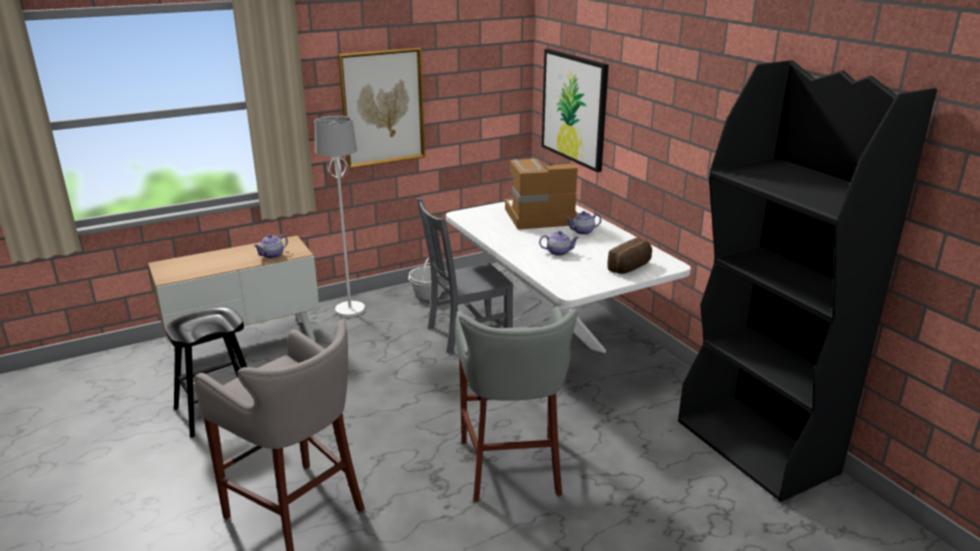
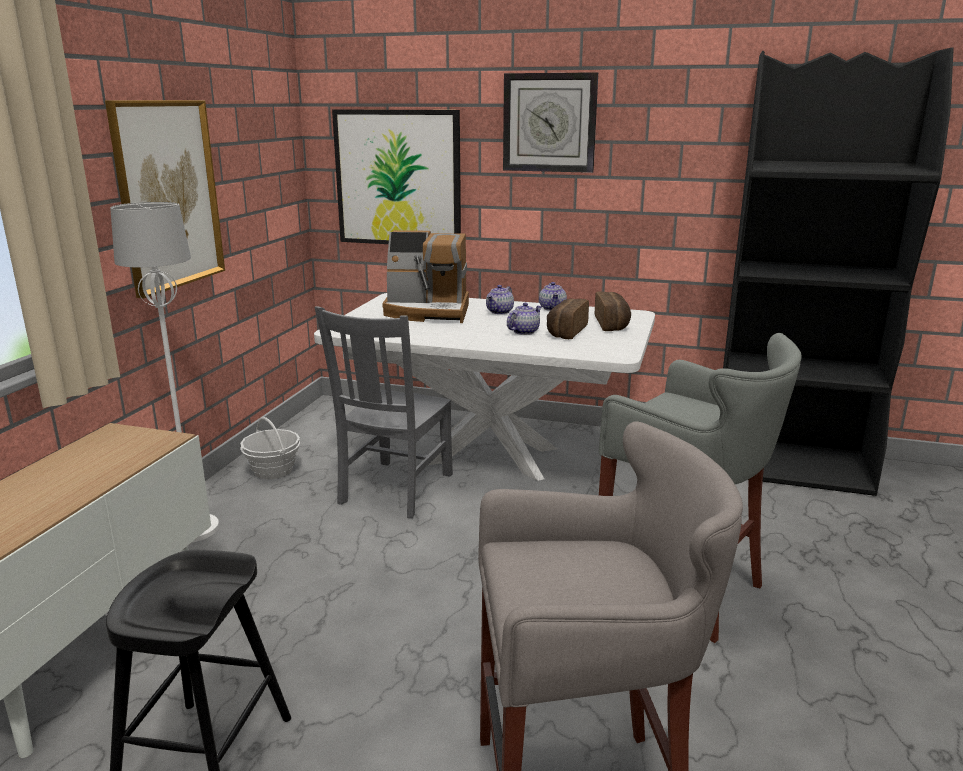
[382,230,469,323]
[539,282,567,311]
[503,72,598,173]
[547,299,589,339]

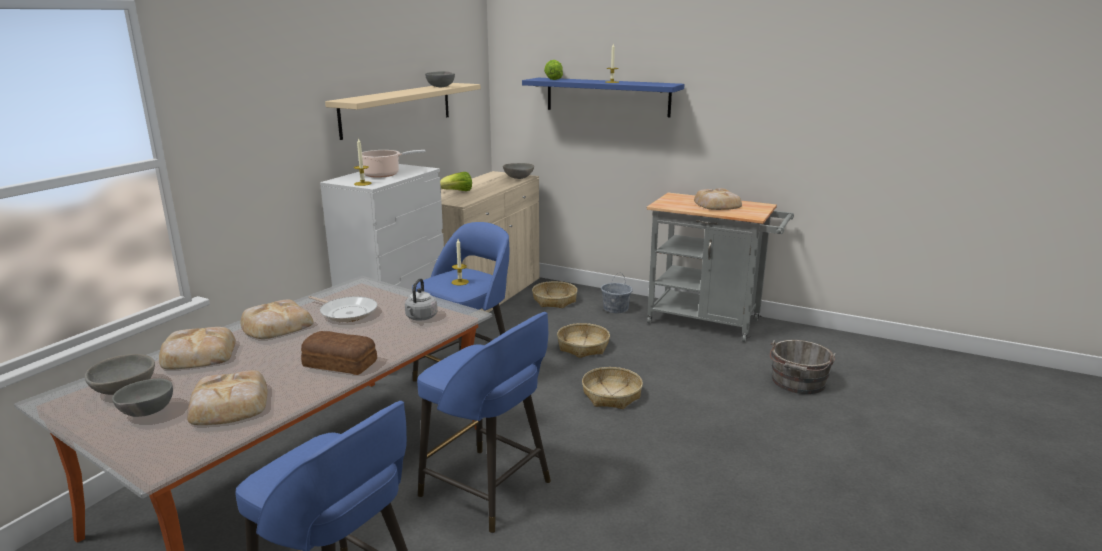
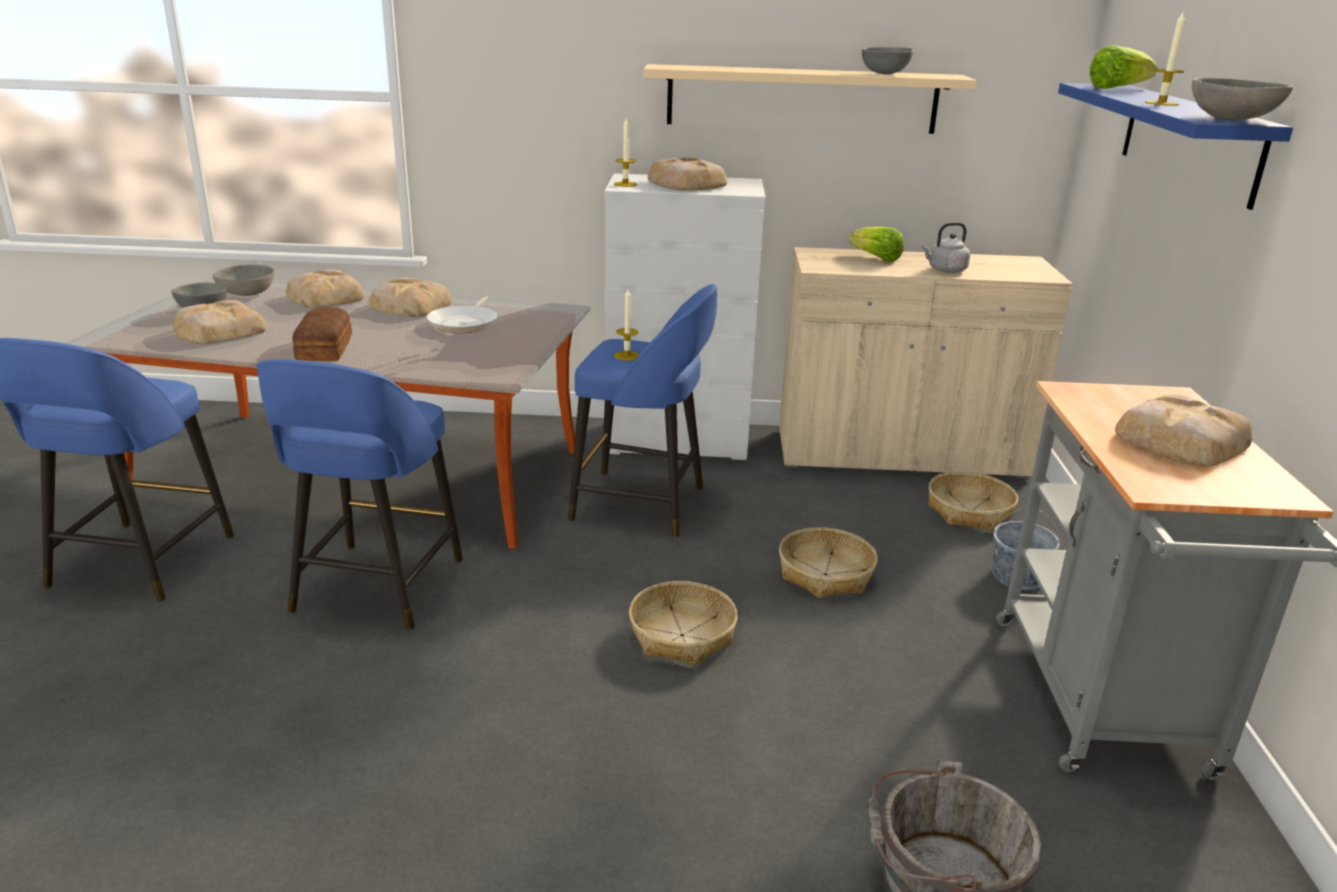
[648,157,727,191]
[1192,78,1293,121]
[921,222,970,273]

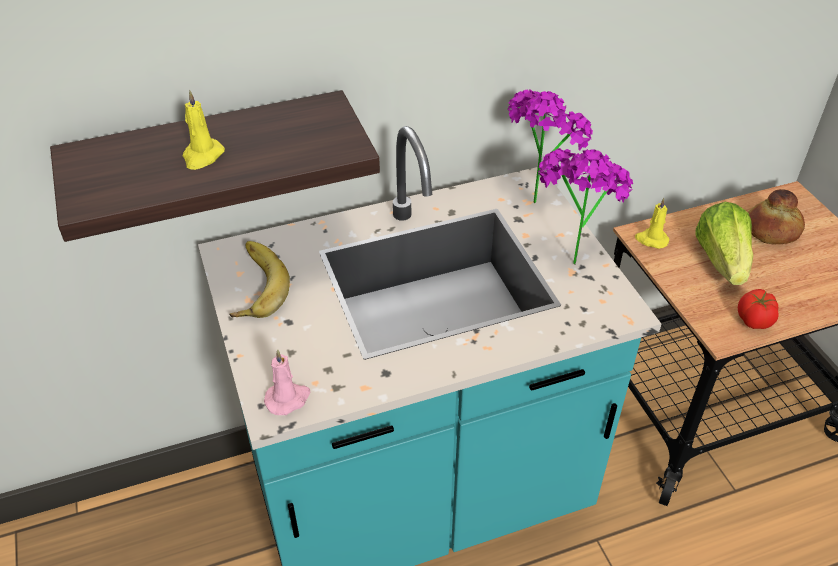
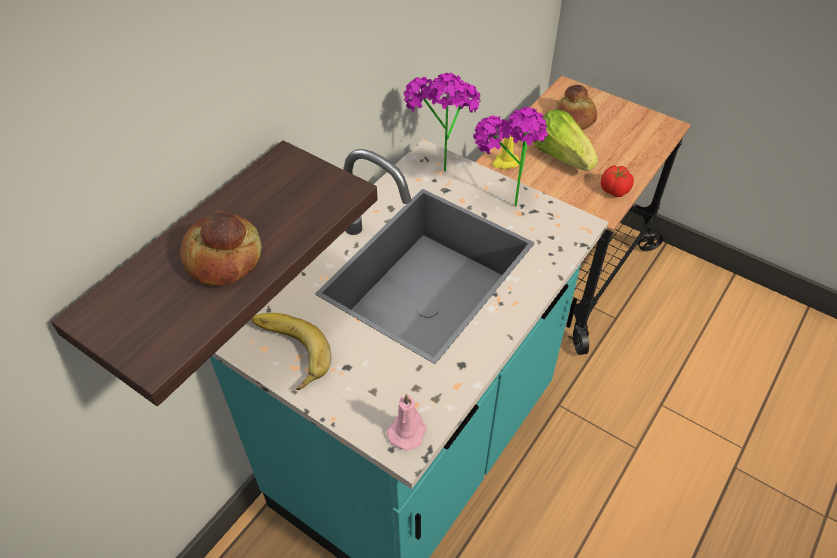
[180,210,261,286]

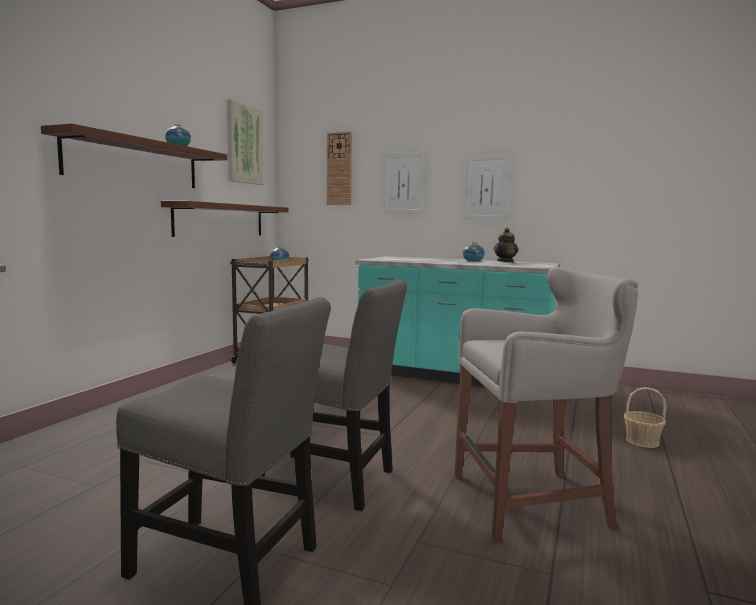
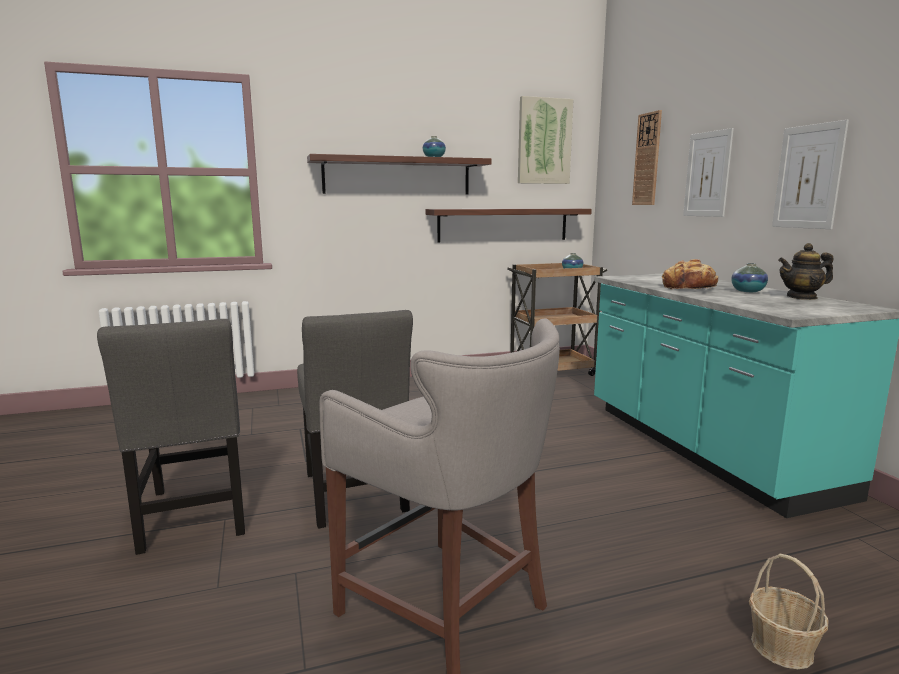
[662,259,718,290]

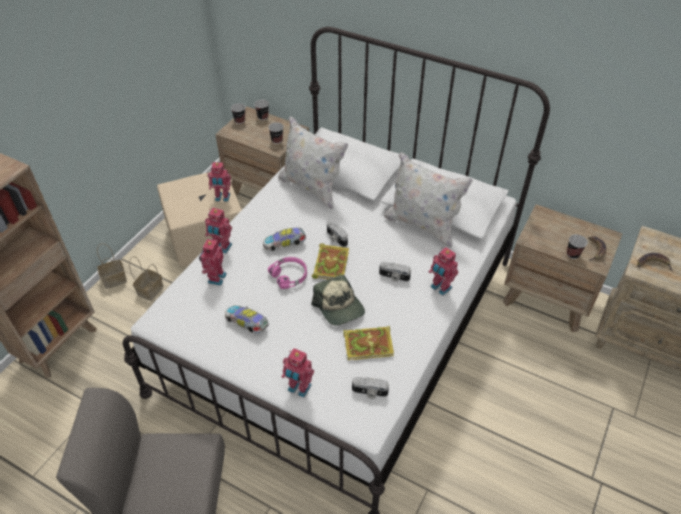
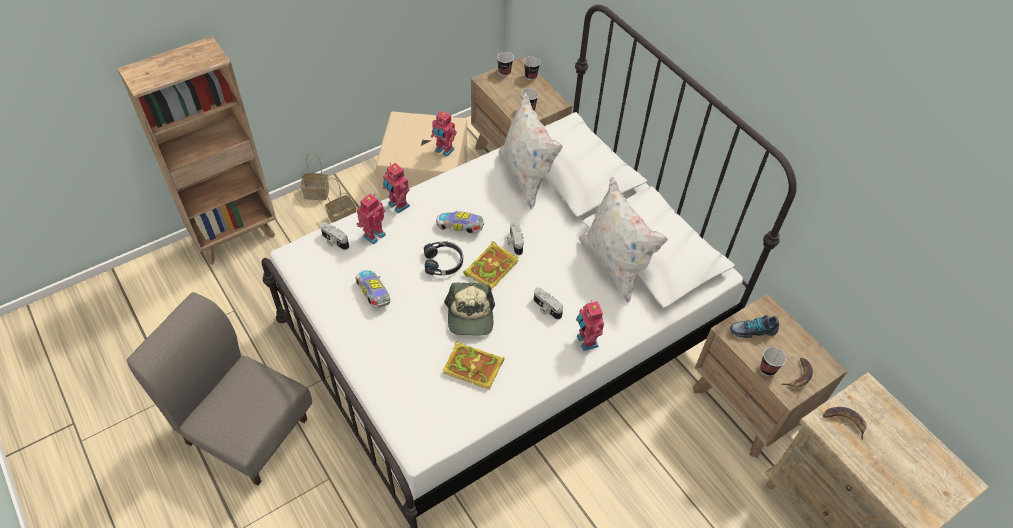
[424,242,463,275]
[282,348,314,398] (first image)
[320,222,349,250]
[730,315,779,338]

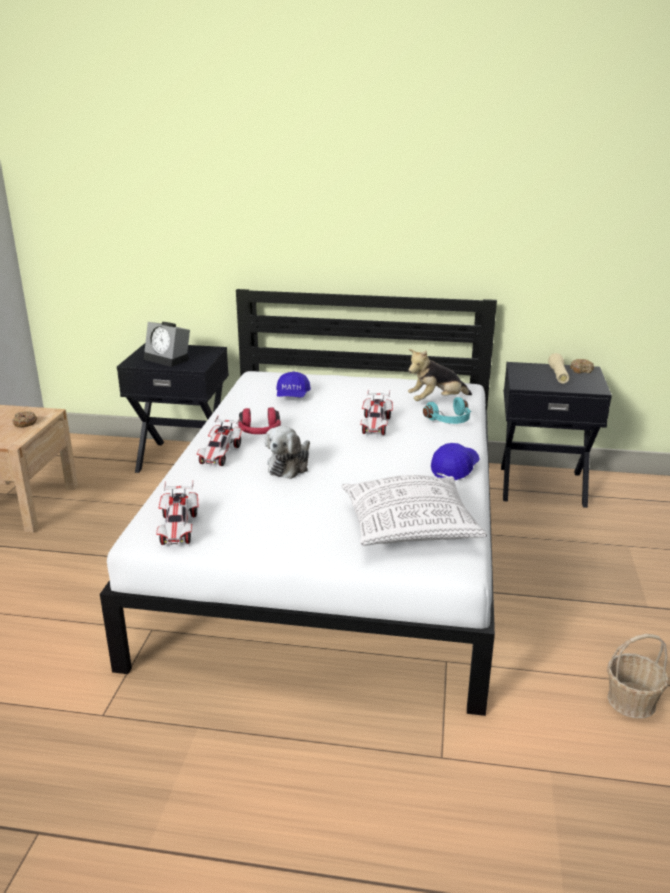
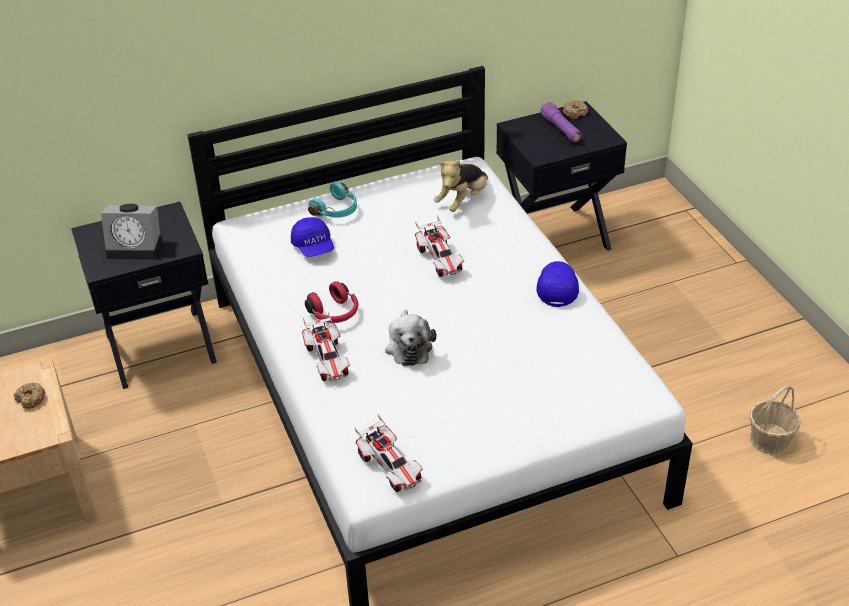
[540,102,582,142]
[308,182,357,218]
[341,475,487,546] (first image)

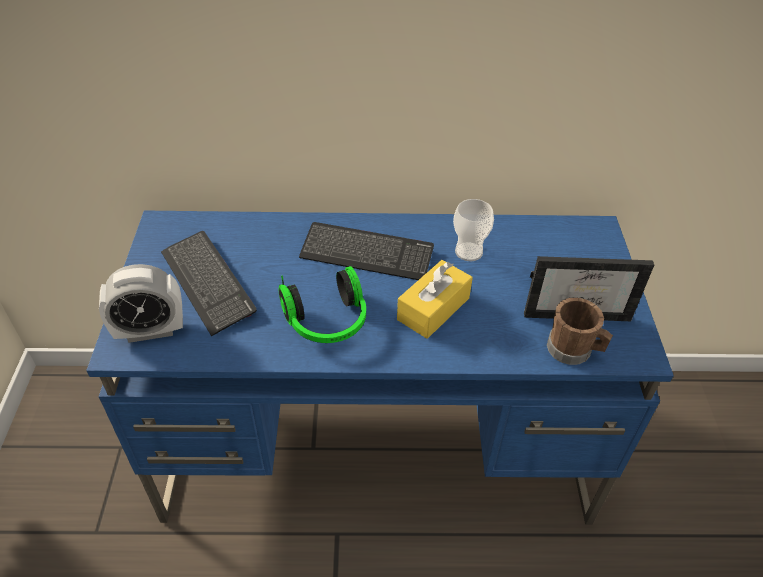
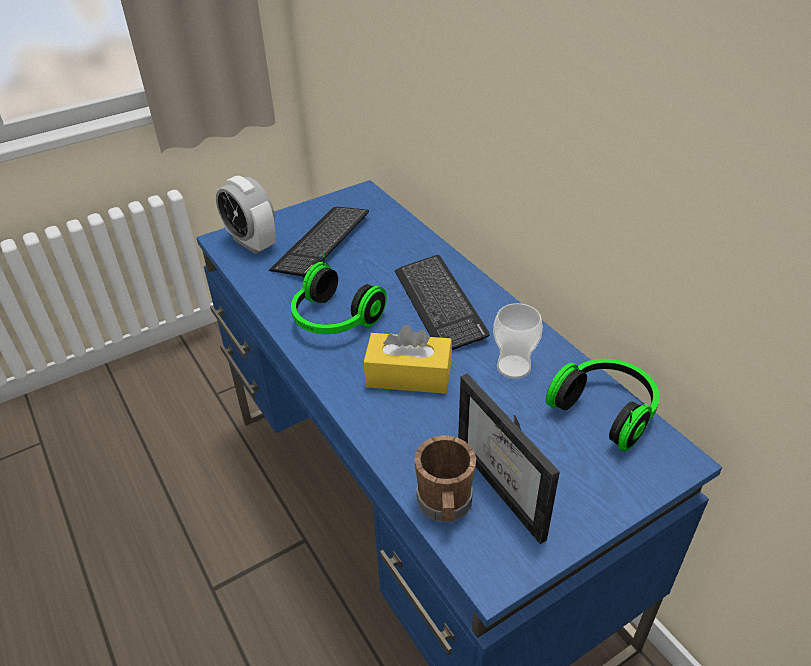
[546,359,660,452]

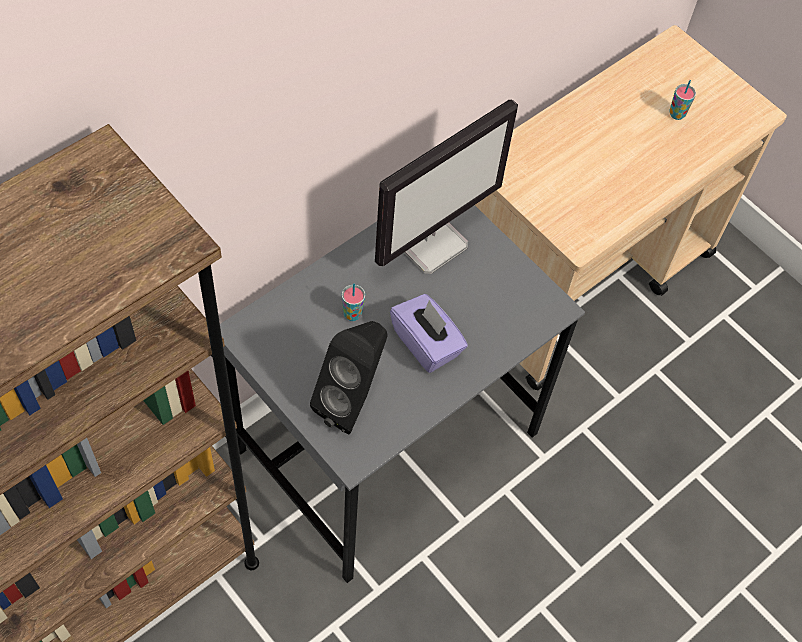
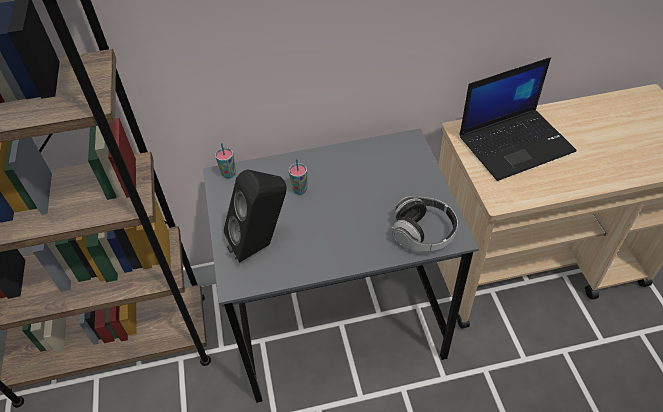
[215,143,236,179]
[375,100,518,274] (first image)
[390,294,468,373] (first image)
[459,57,576,181]
[392,196,458,251]

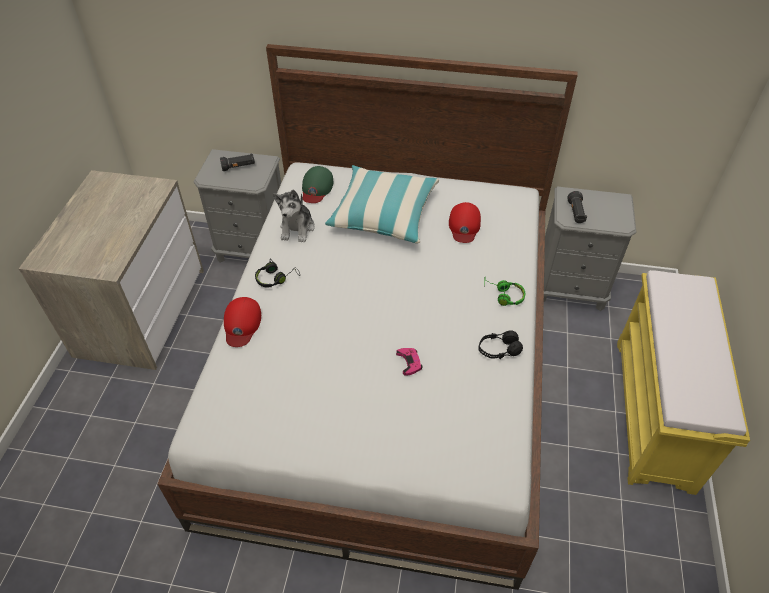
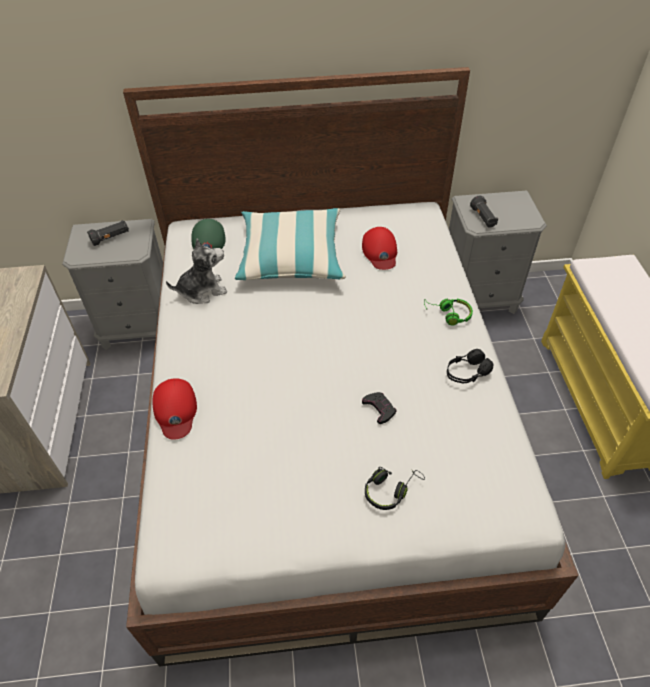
[166,238,227,304]
[365,467,425,510]
[362,392,396,424]

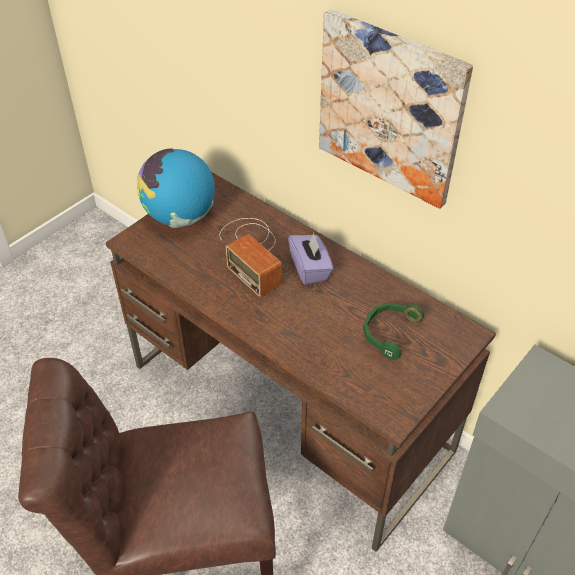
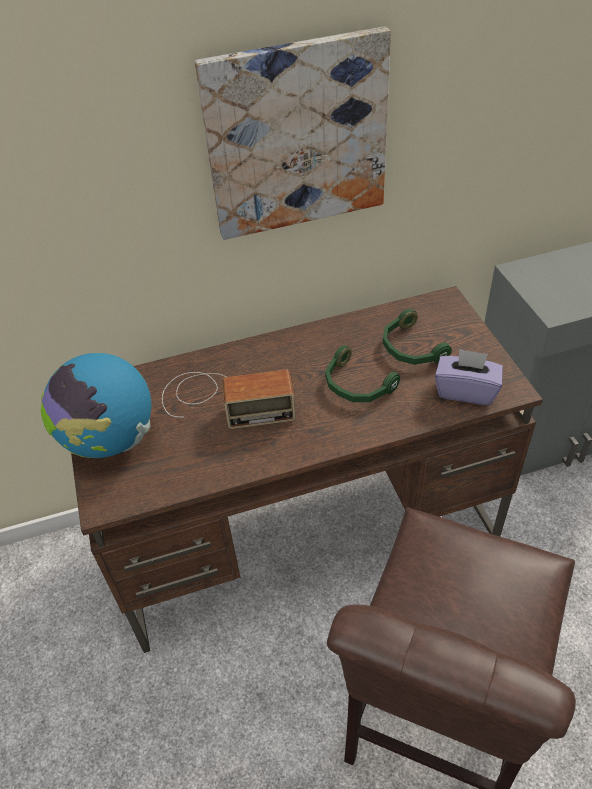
[435,348,503,405]
[325,345,400,402]

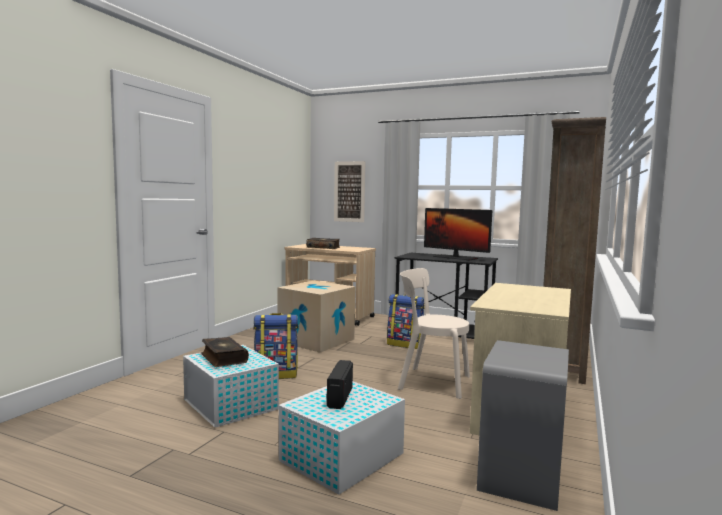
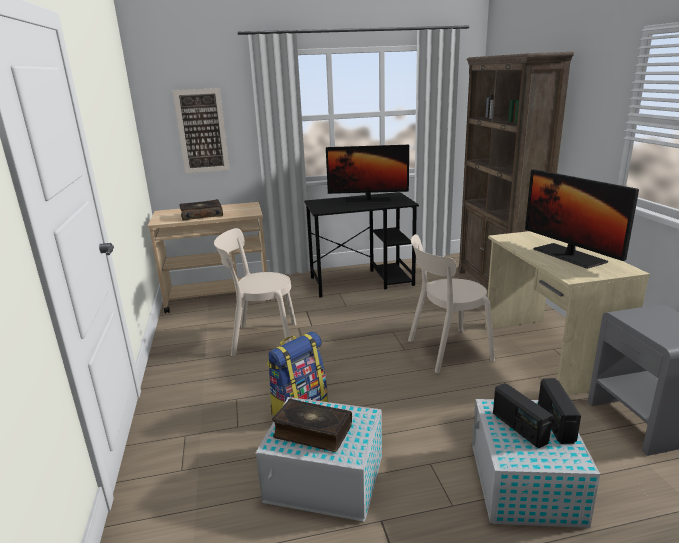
[214,228,296,356]
[387,294,424,349] (first image)
[525,169,639,269]
[538,378,581,444]

